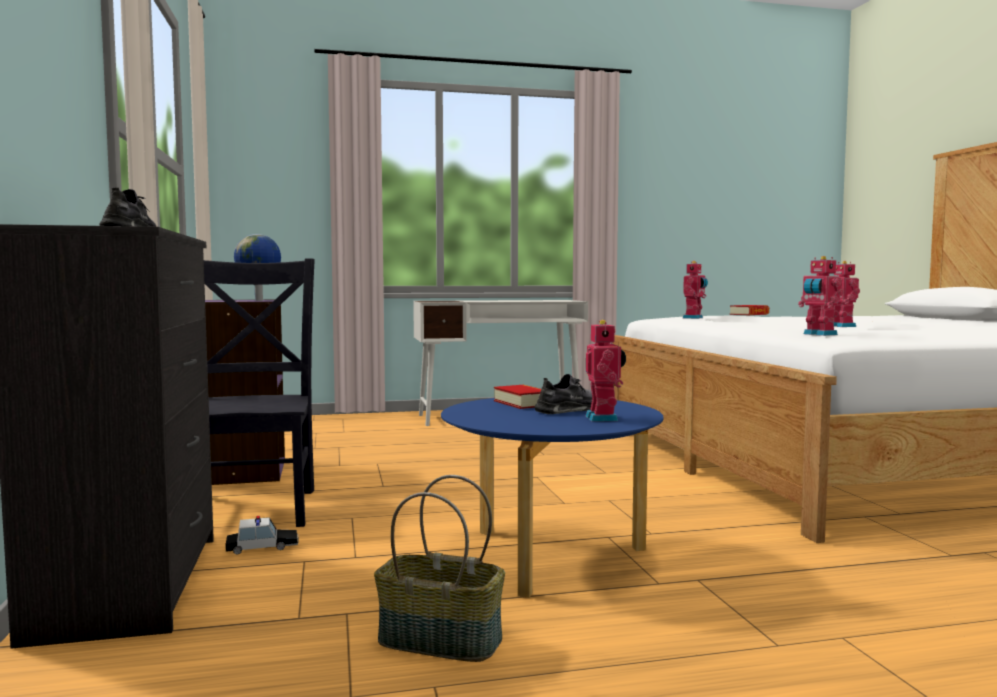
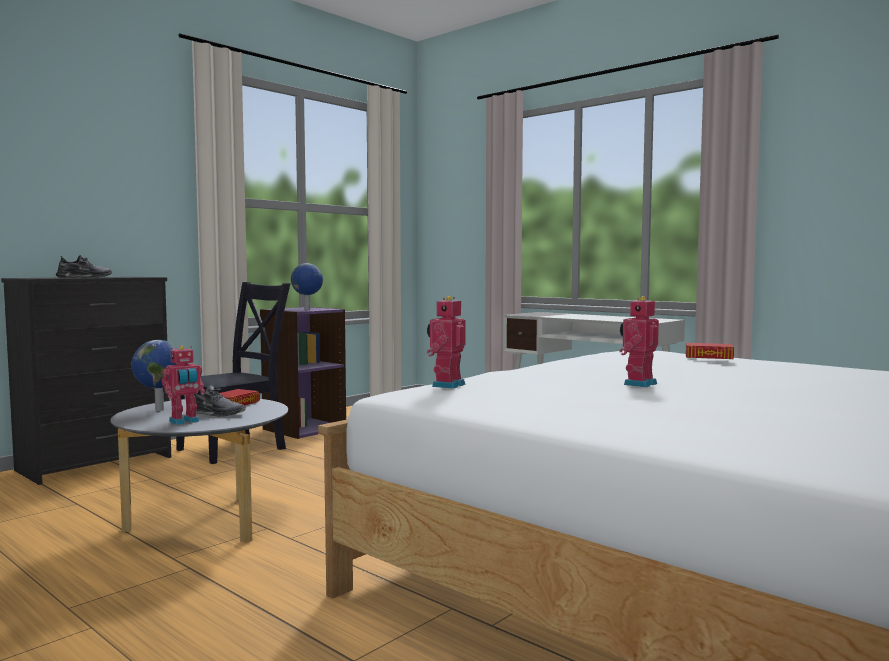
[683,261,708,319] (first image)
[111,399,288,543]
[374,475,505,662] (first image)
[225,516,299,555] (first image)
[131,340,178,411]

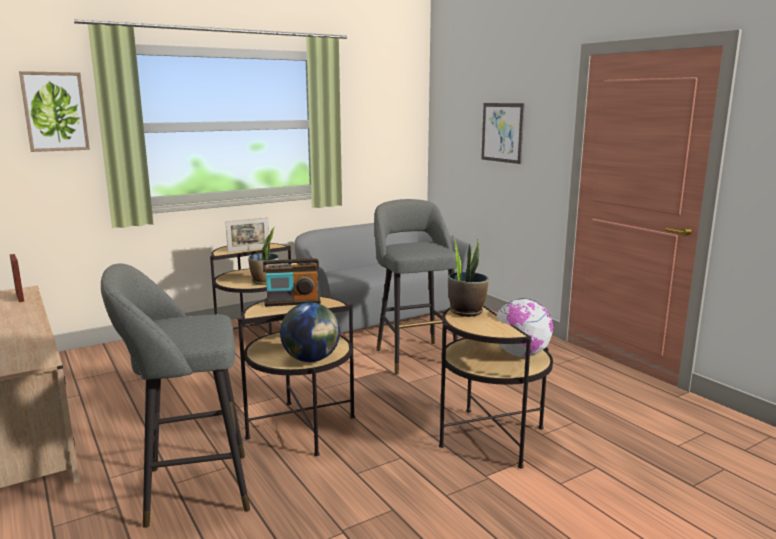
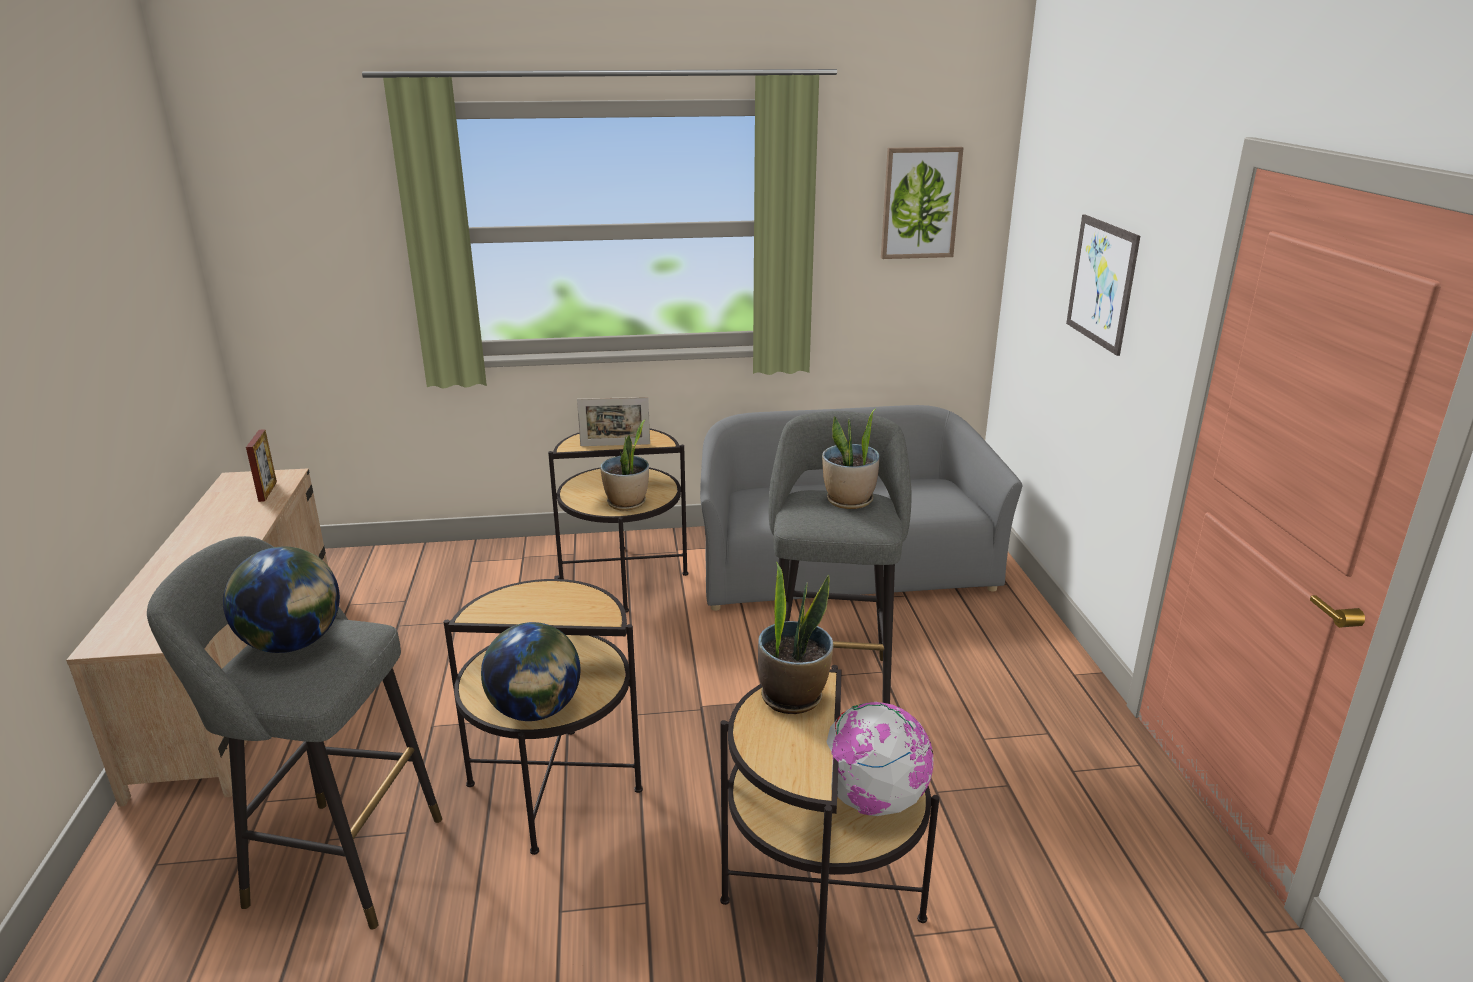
[881,147,964,259]
[263,258,321,307] (first image)
[822,409,880,509]
[223,547,340,653]

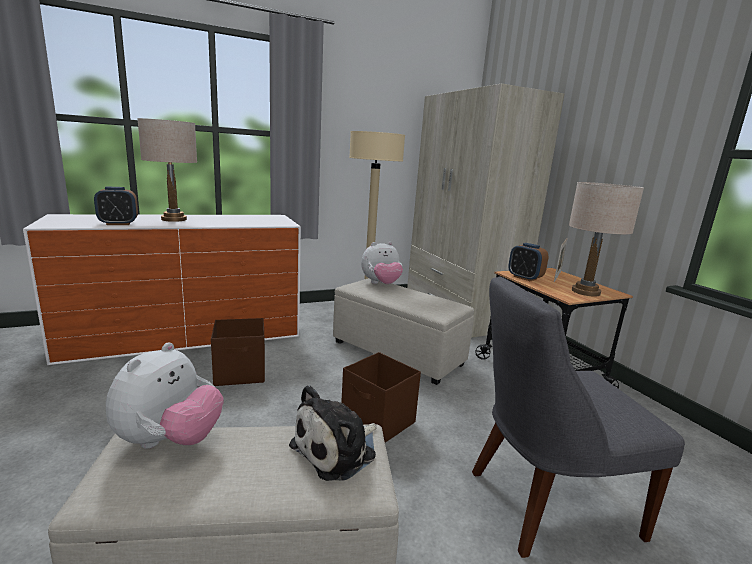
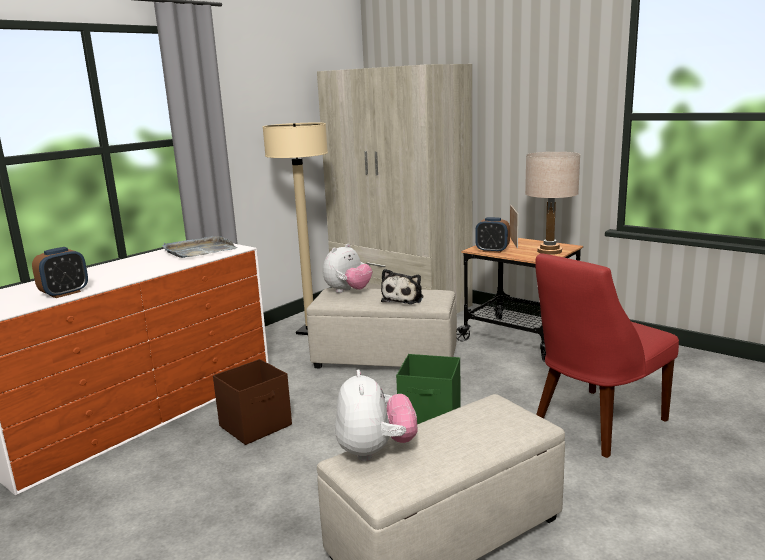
[137,118,197,222] (first image)
[535,253,679,458]
[396,354,461,424]
[381,269,423,304]
[162,236,238,258]

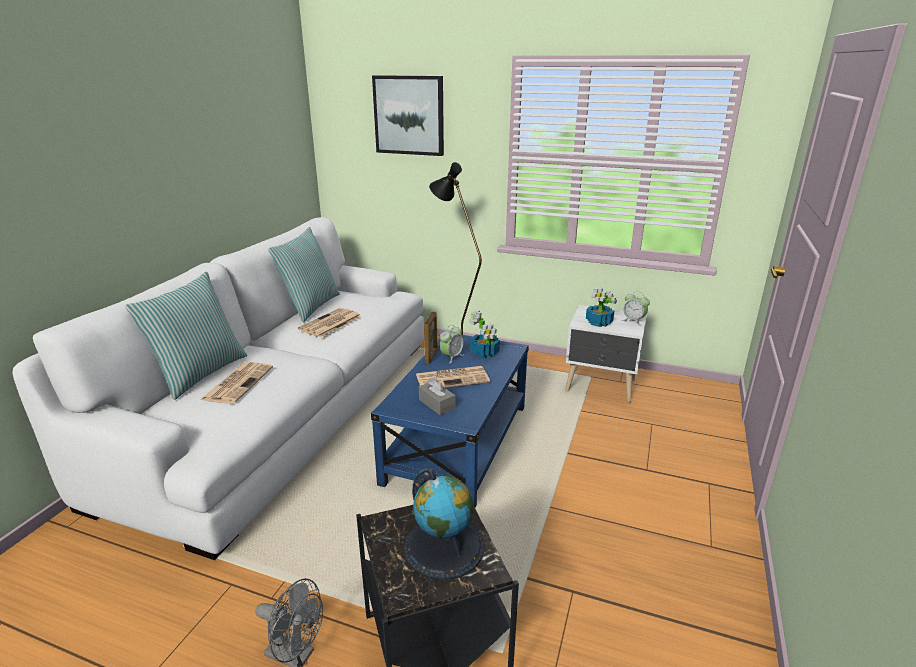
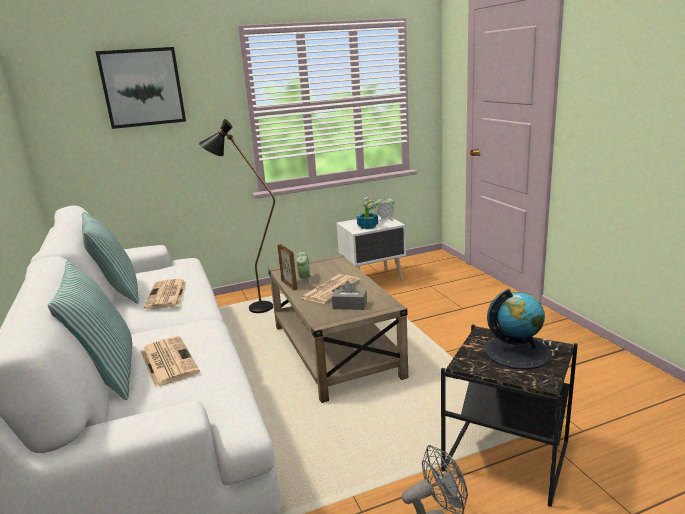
[469,310,500,358] (first image)
[268,255,408,403]

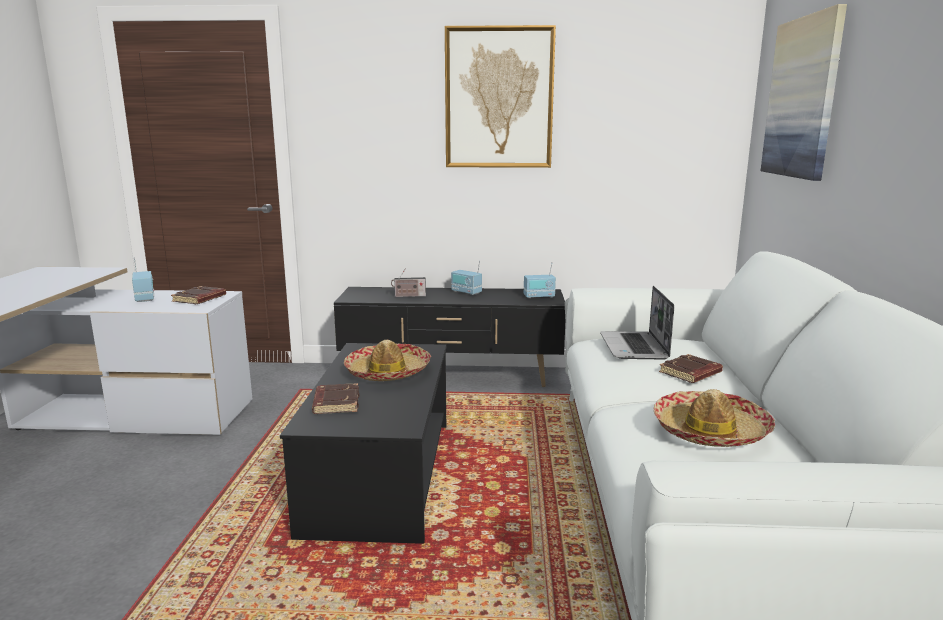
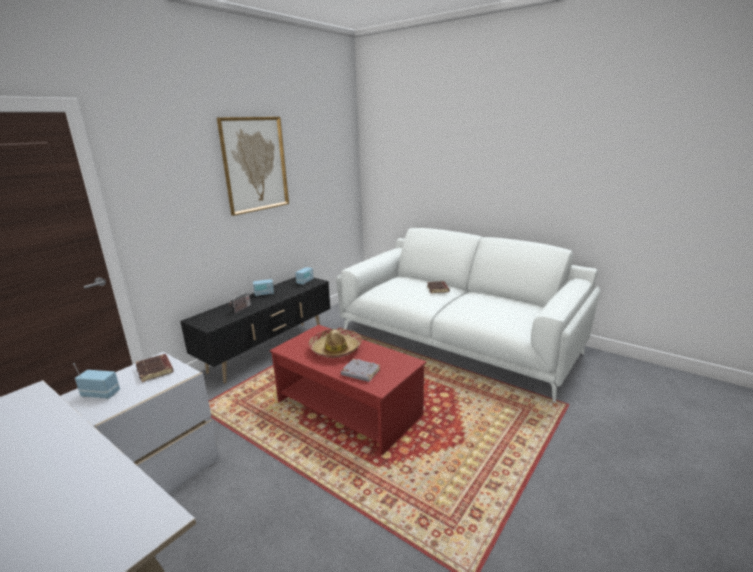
[761,4,847,181] (first image)
[600,286,674,360] (first image)
[270,325,426,456]
[341,359,380,382]
[654,389,775,447] (first image)

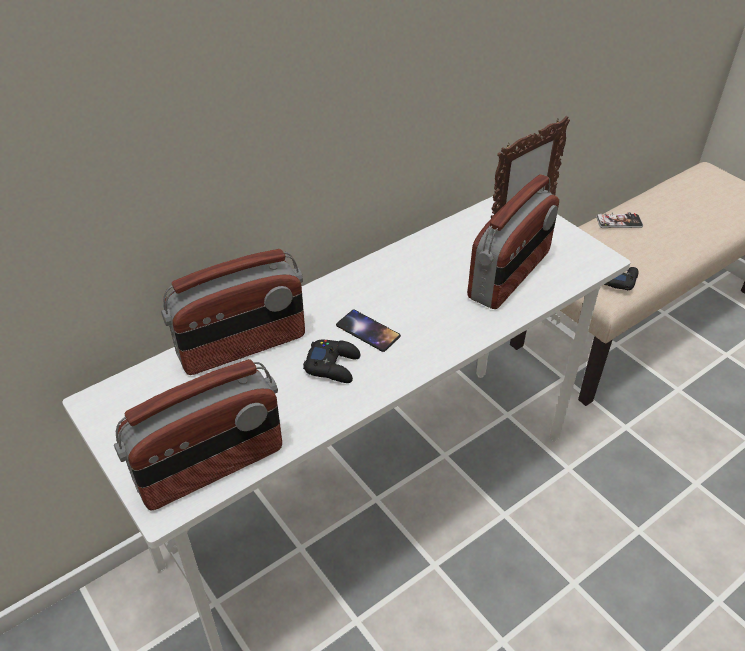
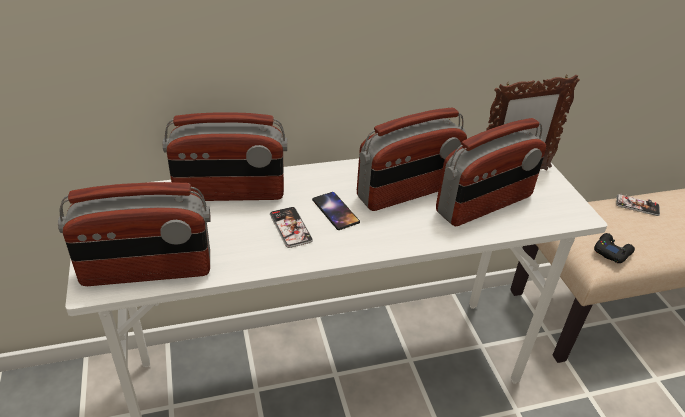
[270,207,313,248]
[357,107,467,211]

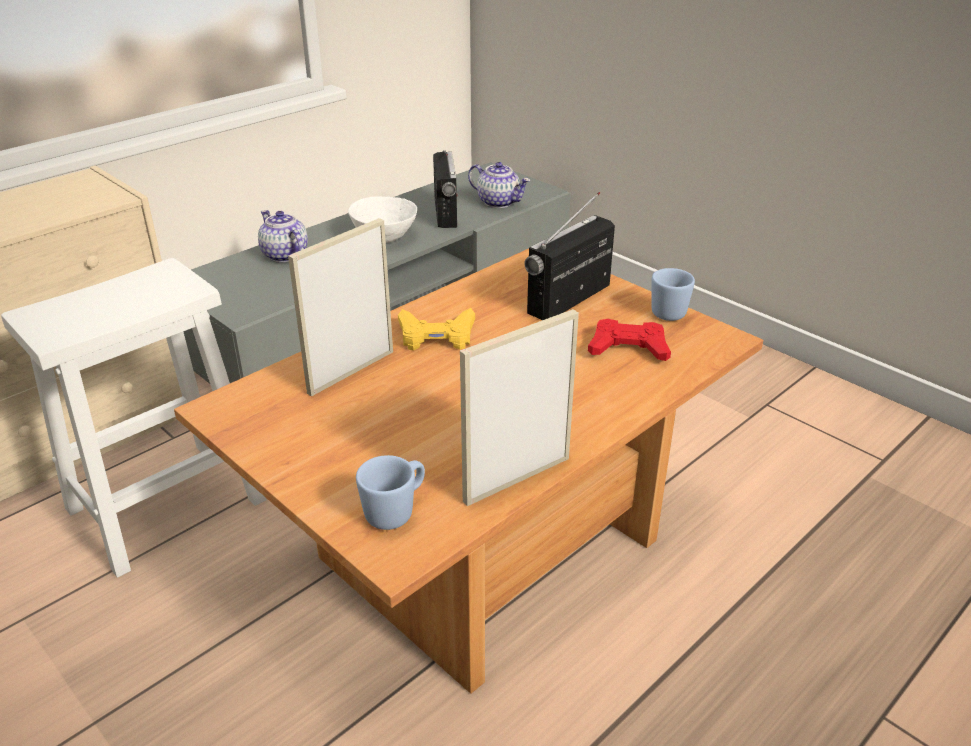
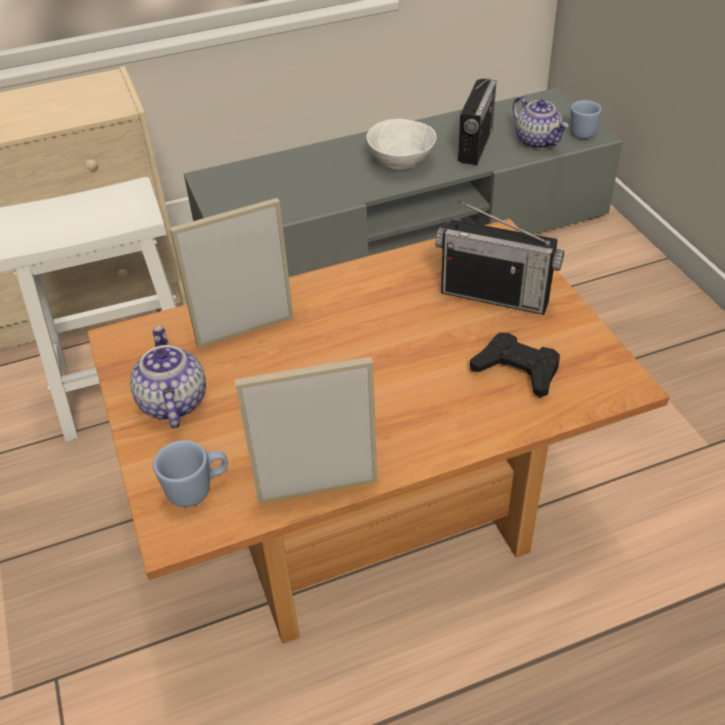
[435,200,564,315]
[130,325,206,429]
[570,100,602,139]
[398,308,475,351] (first image)
[470,332,560,398]

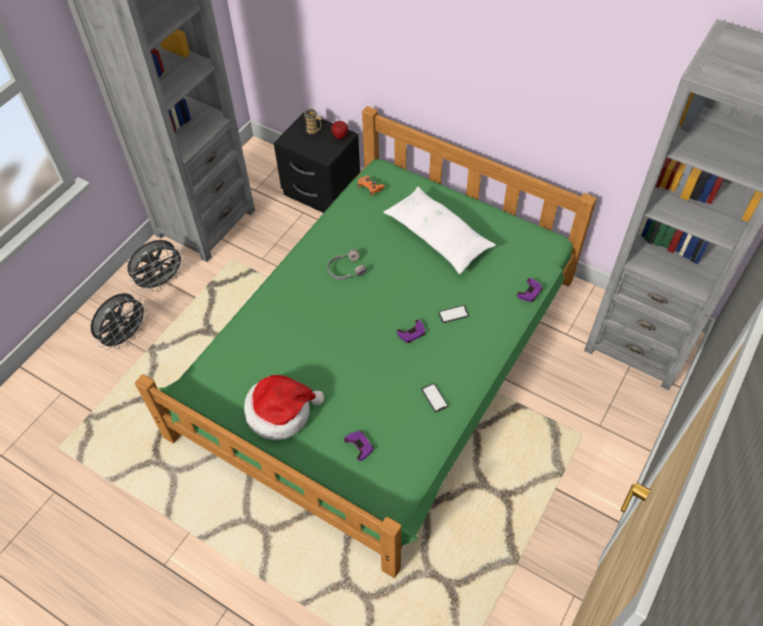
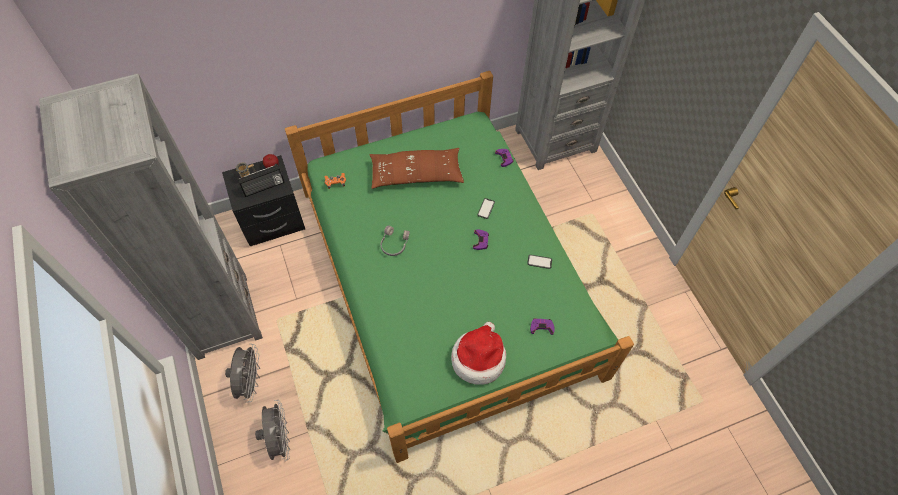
[369,148,464,189]
[237,164,285,197]

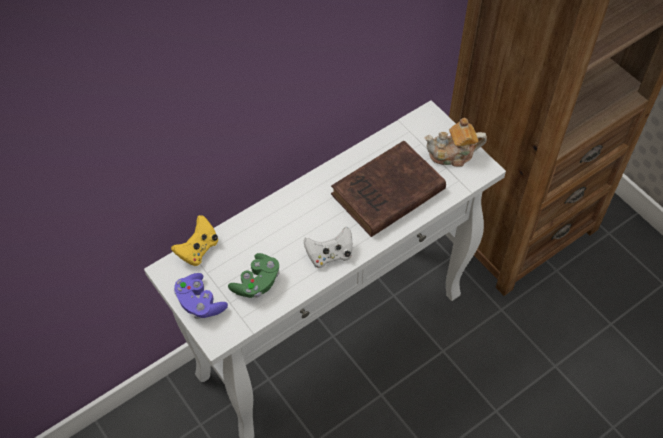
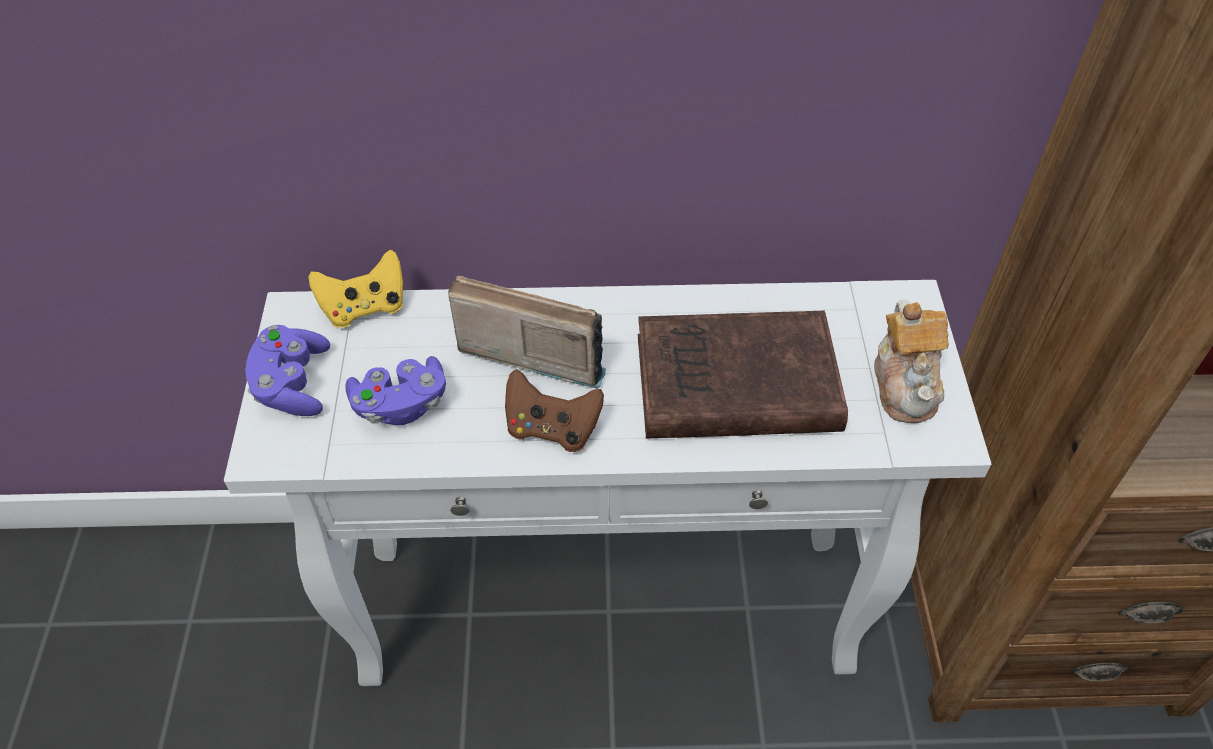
[874,299,949,423]
[505,369,604,452]
[345,356,446,425]
[448,276,606,389]

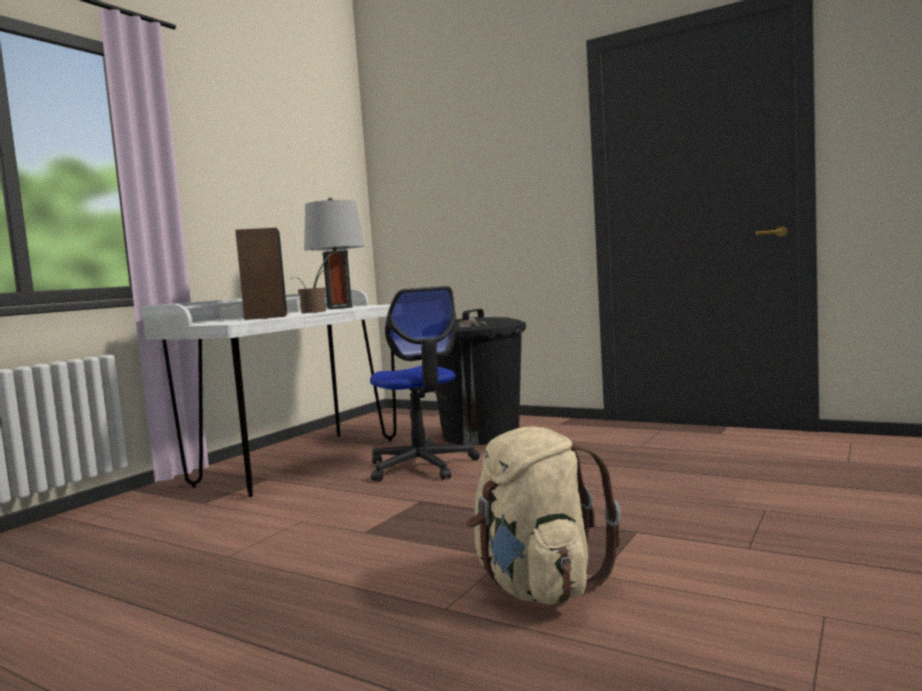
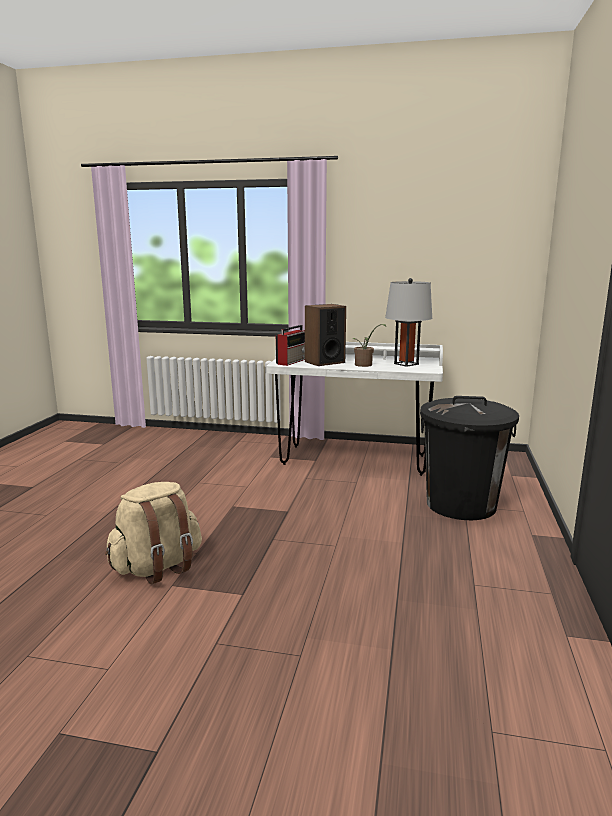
[370,286,480,482] (first image)
[276,325,305,366]

